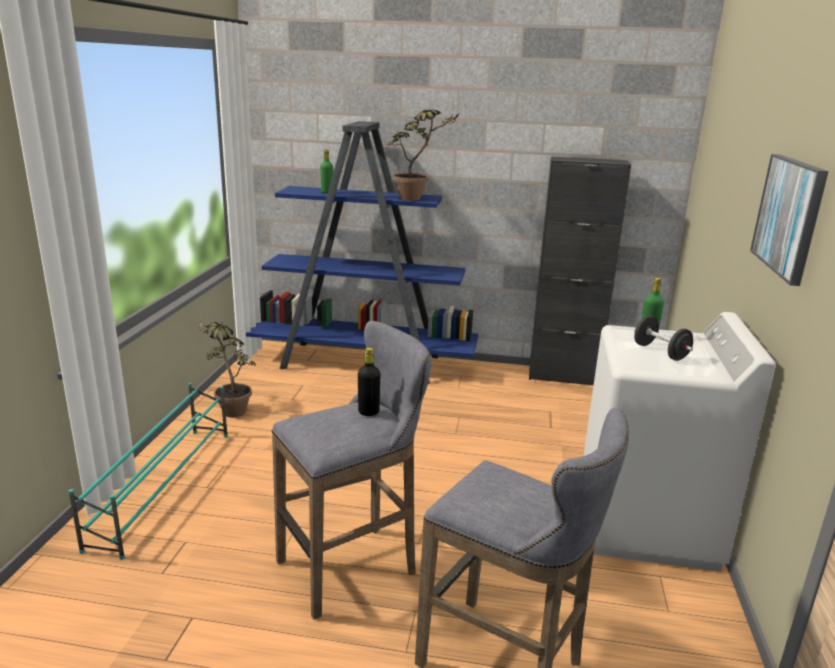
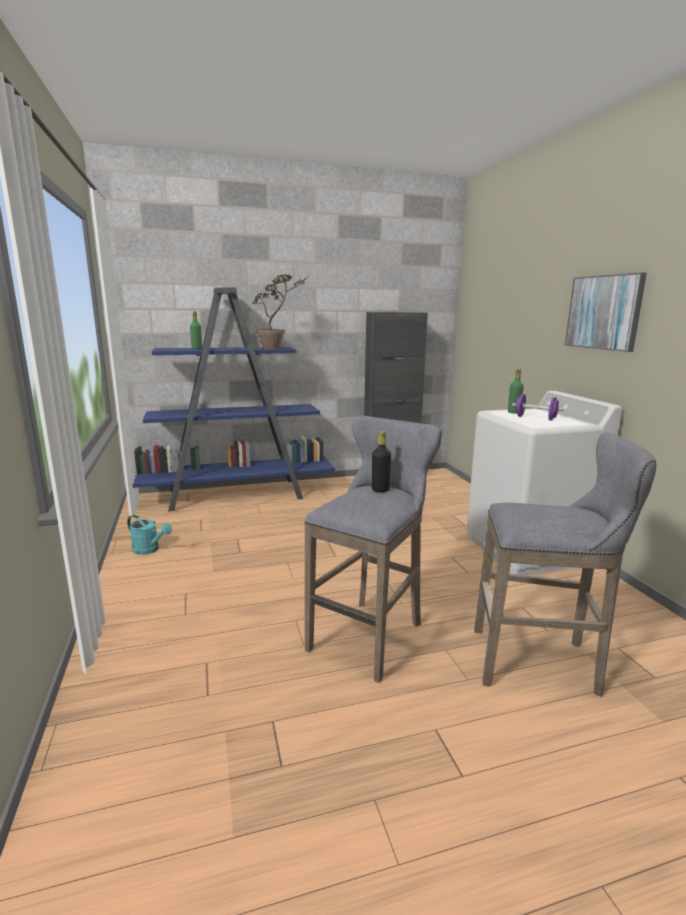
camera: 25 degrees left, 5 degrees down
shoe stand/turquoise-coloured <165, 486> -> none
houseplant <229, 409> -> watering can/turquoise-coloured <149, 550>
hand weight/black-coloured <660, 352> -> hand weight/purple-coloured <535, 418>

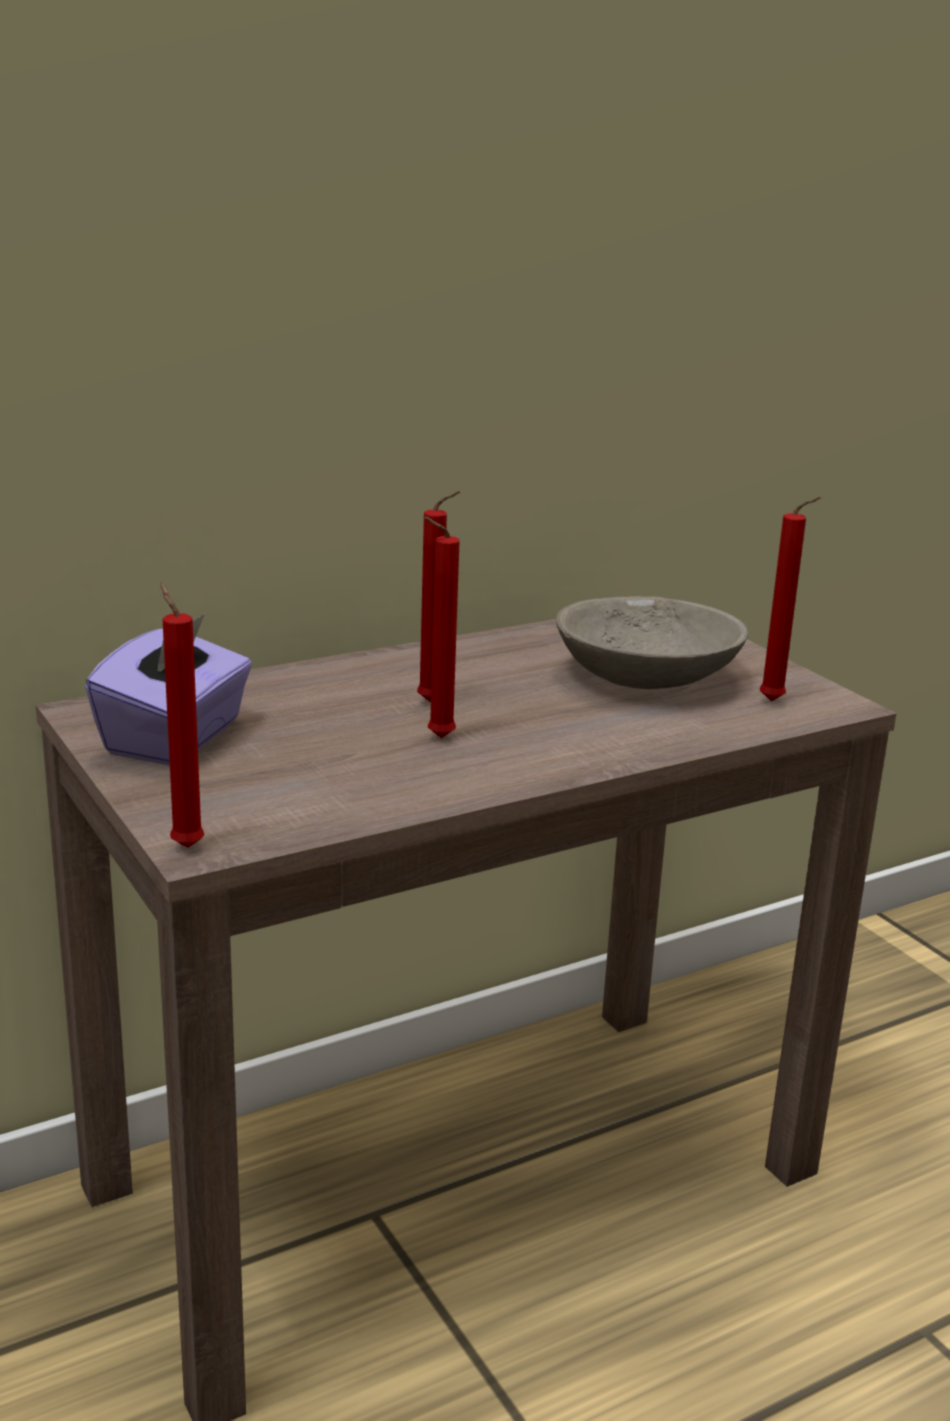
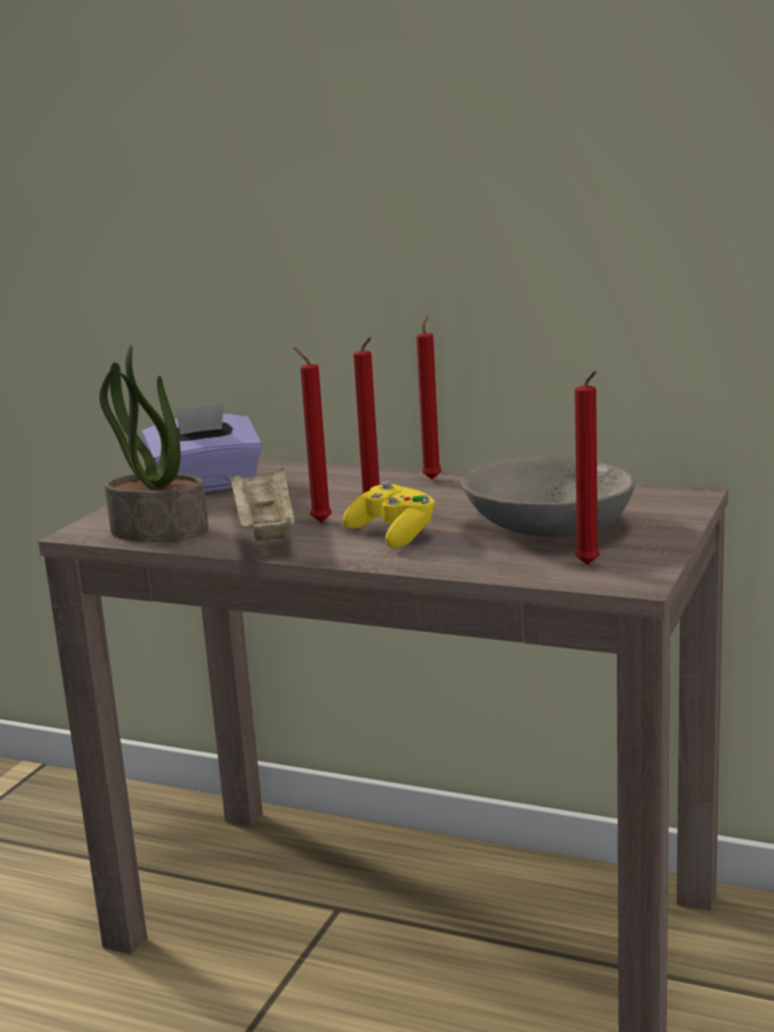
camera: 55 degrees right, 5 degrees down
candle/reddish <185, 845> -> candle/reddish <433, 478>, move
none -> houseplant <157, 531>
none -> tray/beige-coloured <264, 529>
none -> gamepad/yellow <394, 535>

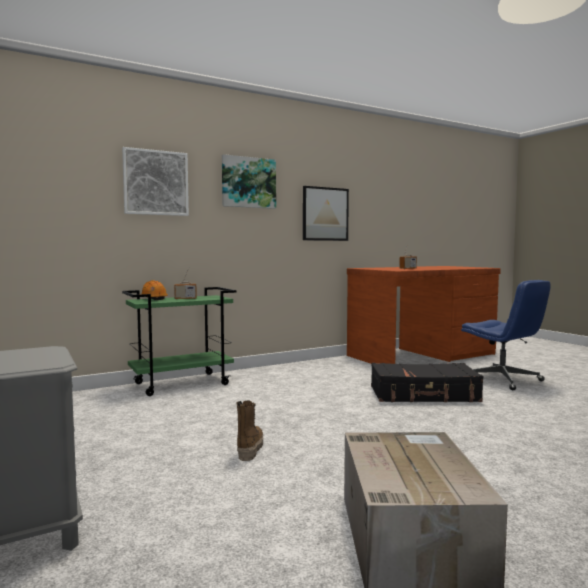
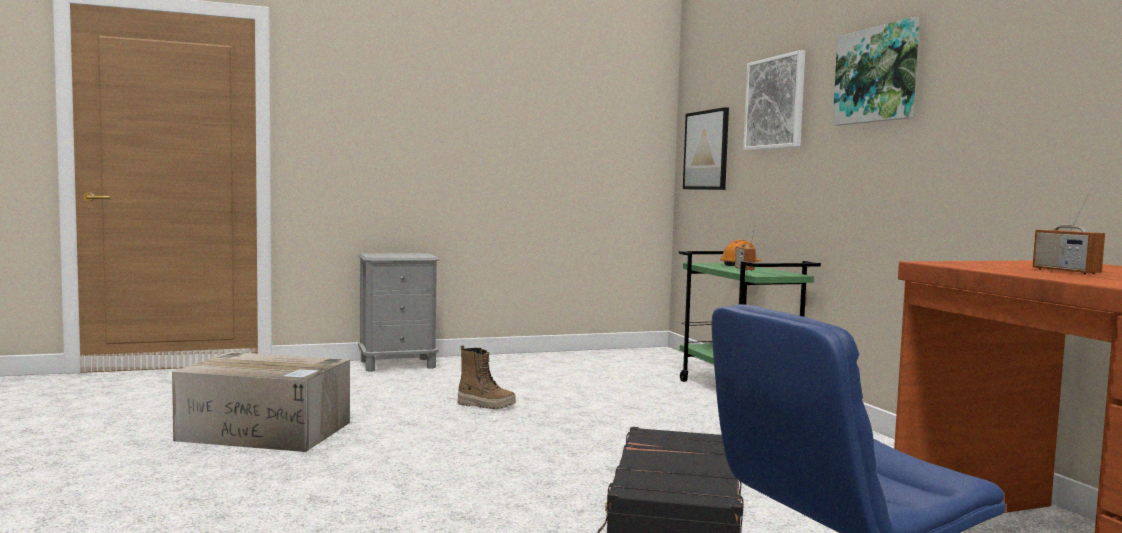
camera: 100 degrees right, 0 degrees up
wall picture <325, 214> -> wall picture <706, 150>, move

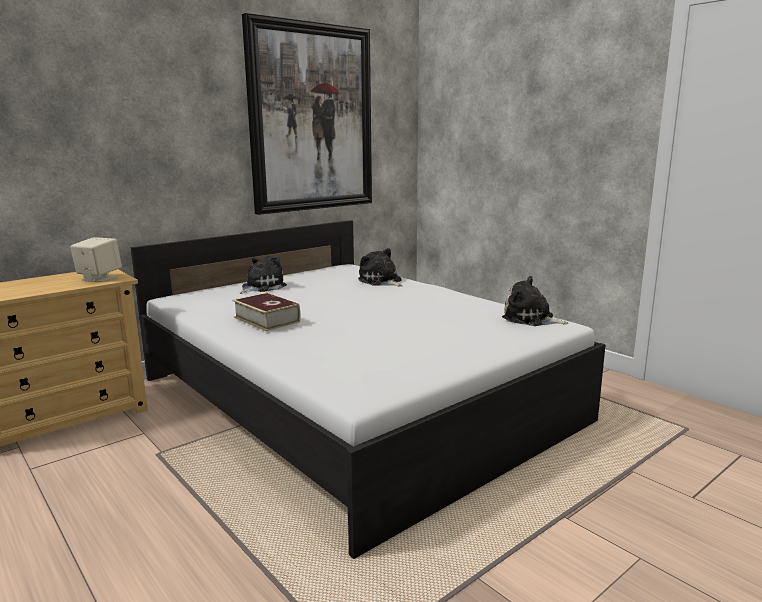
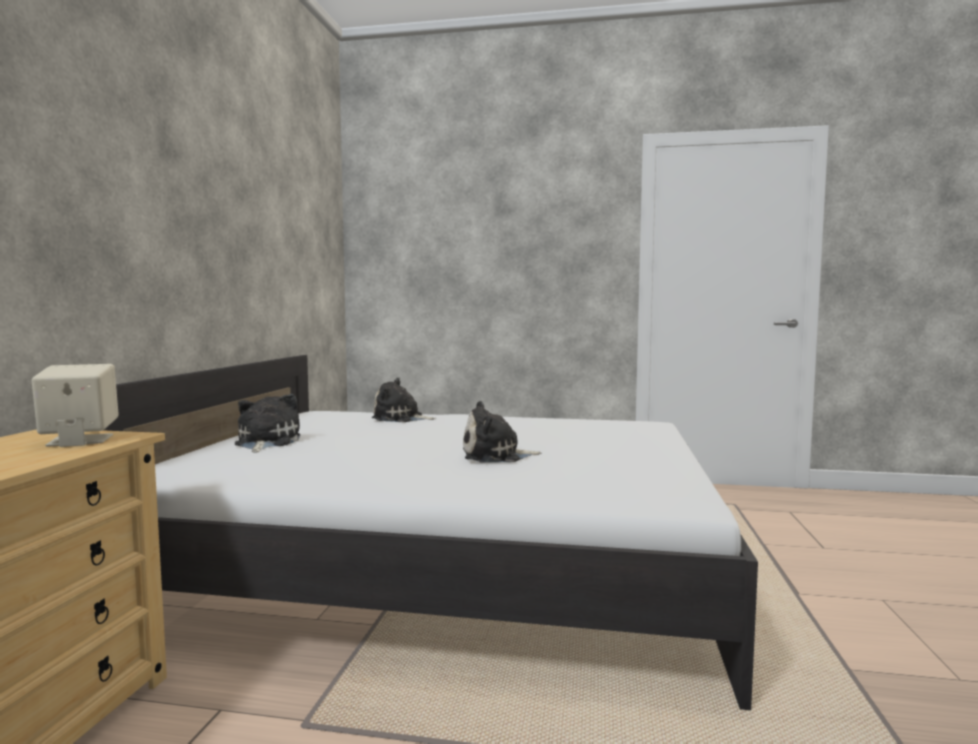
camera: 40 degrees left, 10 degrees down
volume <266, 319> -> none
wall picture <312, 119> -> none
plush toy <531, 319> -> plush toy <495, 456>, move

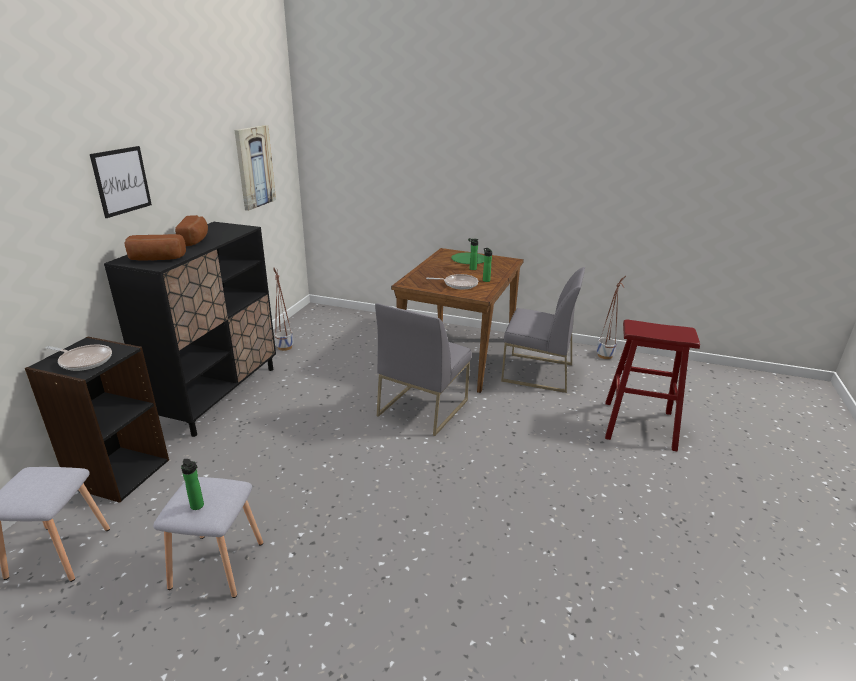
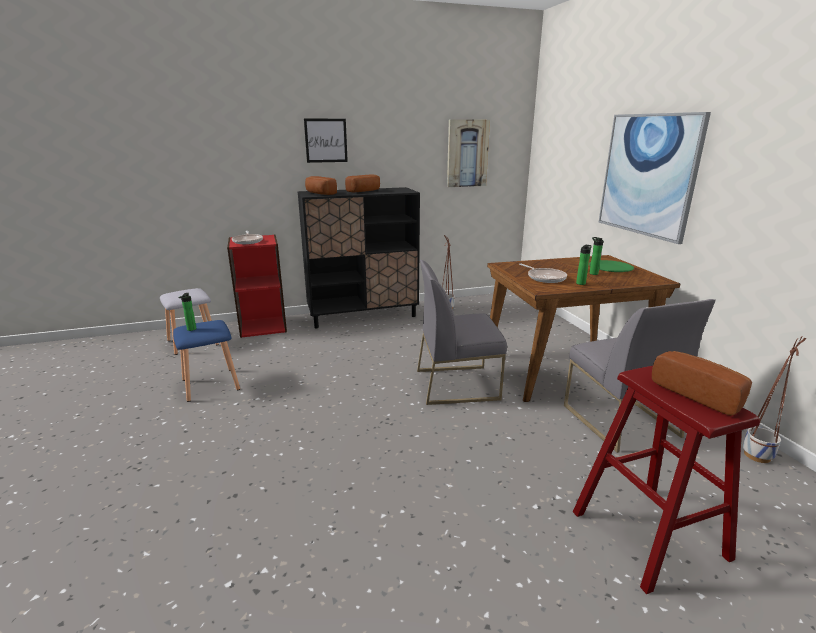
camera: 55 degrees right, 5 degrees down
shelving unit/black-coloured <119, 473> -> shelving unit/reddish <263, 326>
stool/grey <219, 564> -> stool/blue <211, 385>
none -> wall picture <648, 175>
none -> bread <699, 394>

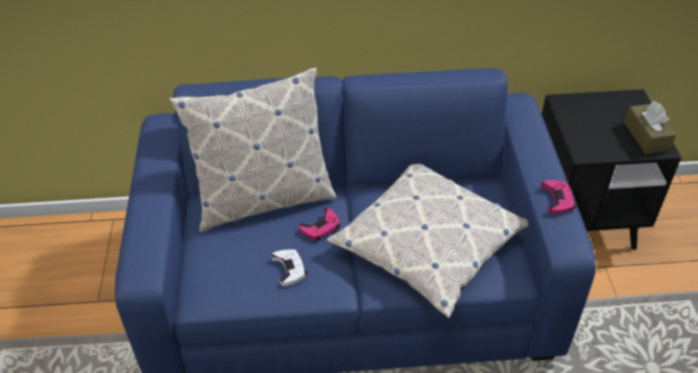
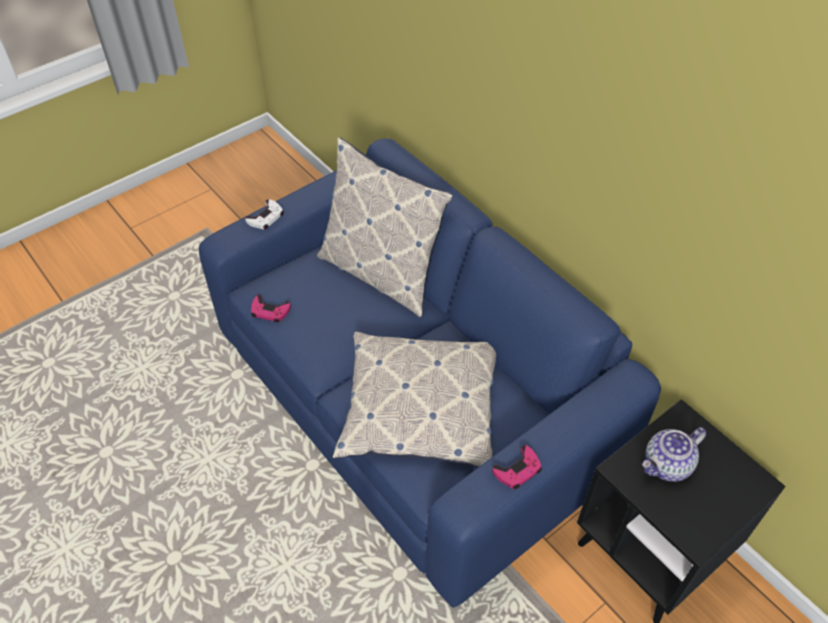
camera: 55 degrees right, 5 degrees up
gamepad/white-coloured <289, 269> -> gamepad/white-coloured <266, 218>, move
gamepad/pinkish <321, 227> -> gamepad/pinkish <270, 311>, move
tissue box/brownish <646, 136> -> none
none -> teapot <667, 465>

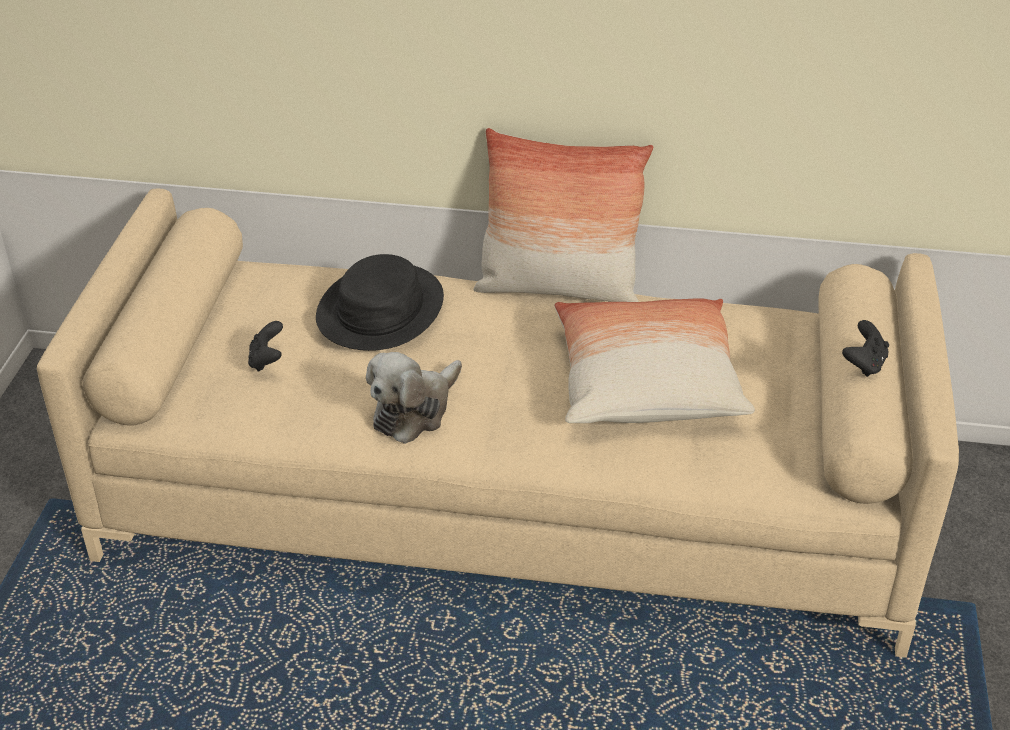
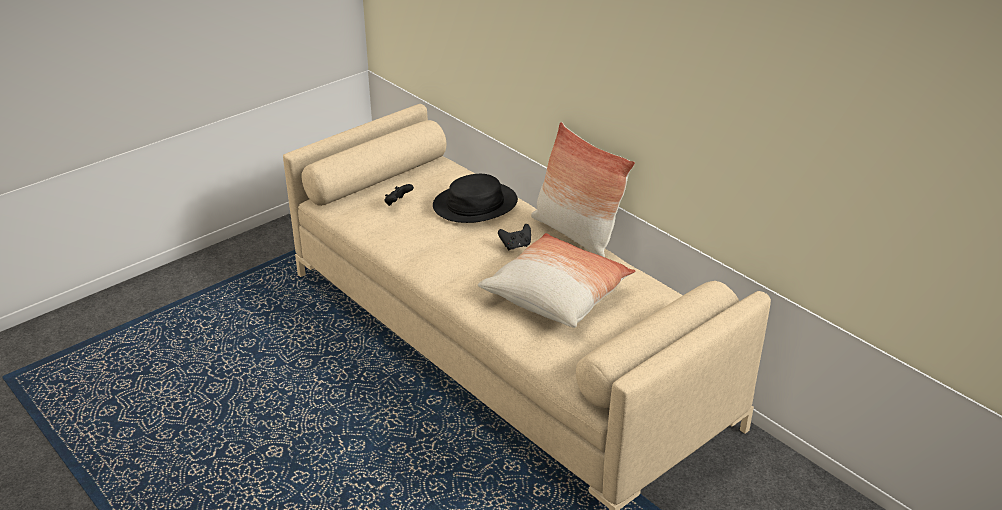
camera: 40 degrees right, 5 degrees down
plush toy <414, 410> -> none
gamepad/black-coloured <864, 364> -> gamepad/black-coloured <516, 246>, move

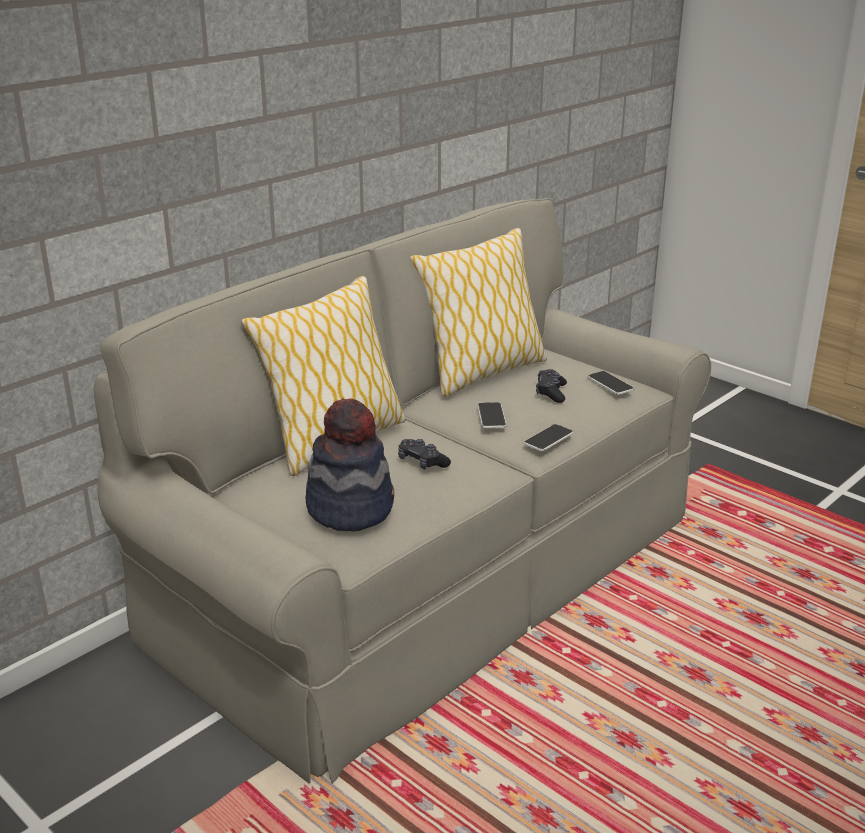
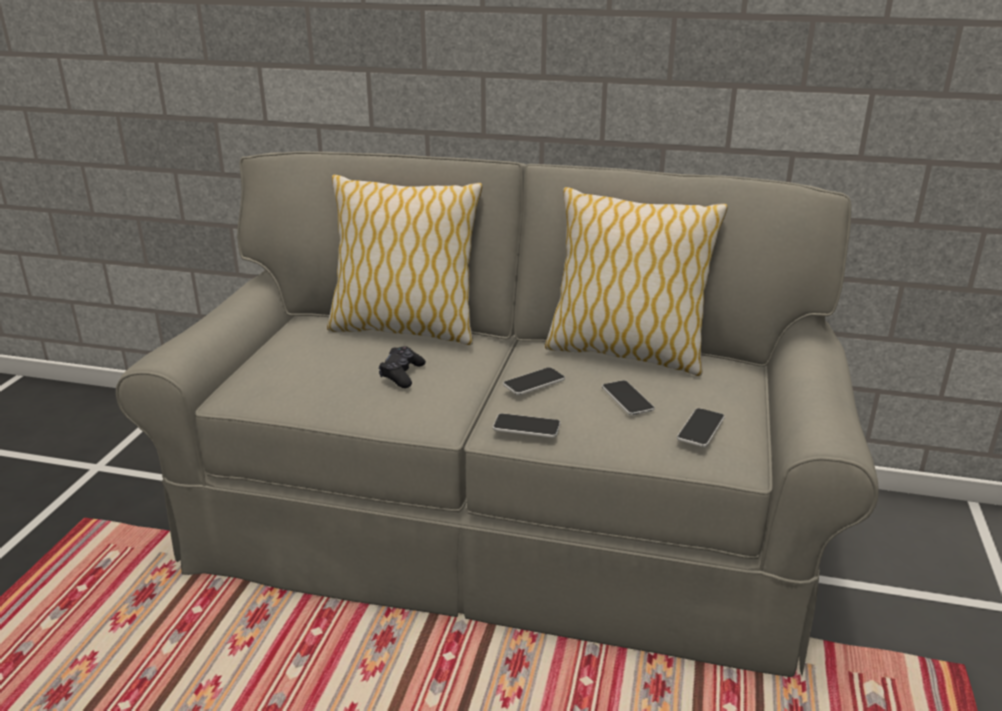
camera: 60 degrees right, 0 degrees up
clothing hat <350, 508> -> none
gamepad/black-coloured <551, 392> -> handset <627, 399>

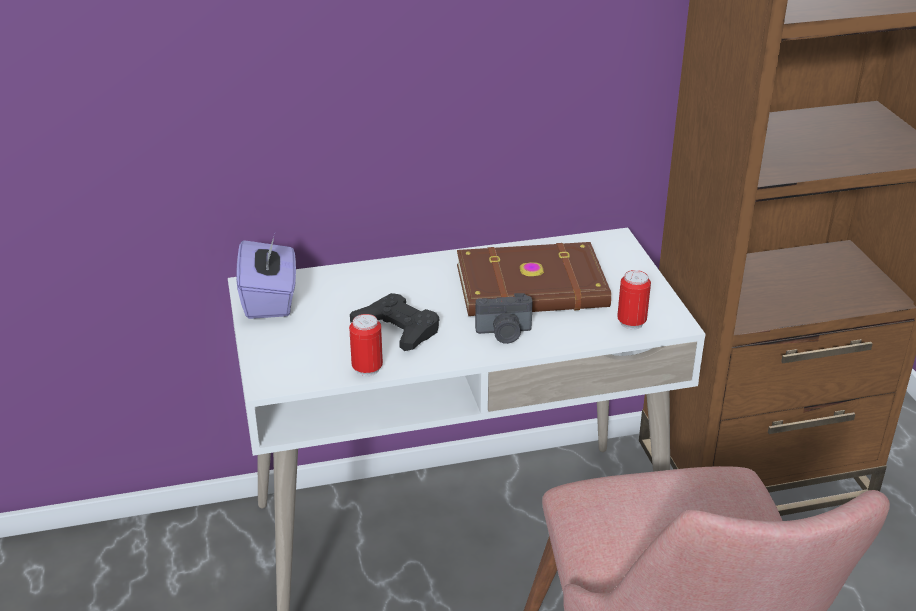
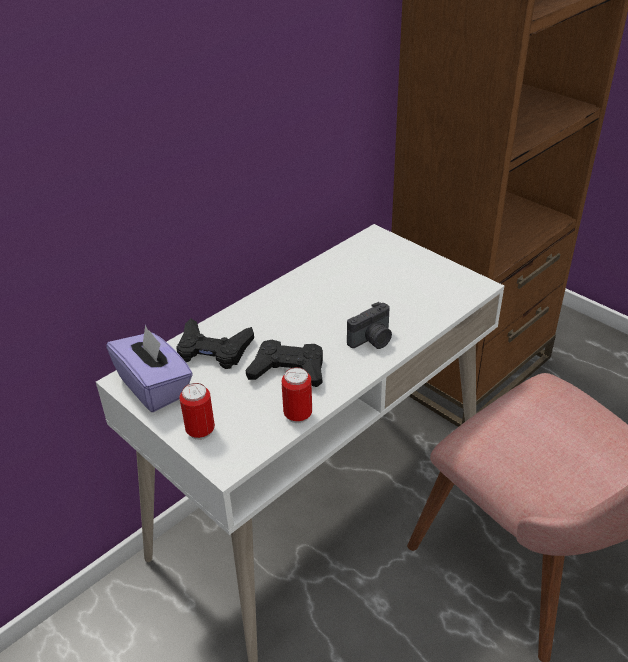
camera: 30 degrees left, 5 degrees up
volume/brownish <532, 288> -> none
sealed can <631, 323> -> sealed can <200, 431>, move
none -> gamepad/black-coloured <213, 350>

